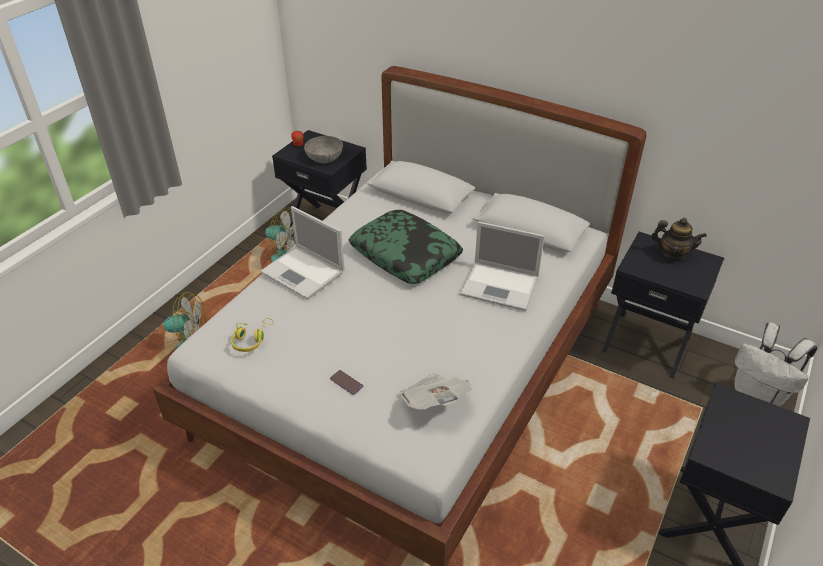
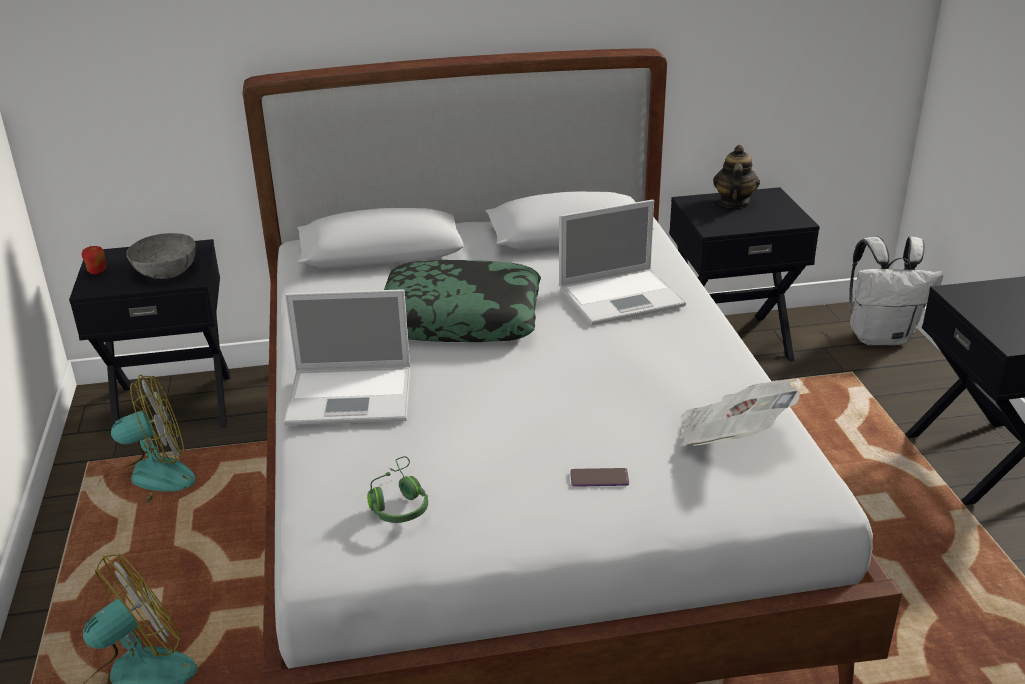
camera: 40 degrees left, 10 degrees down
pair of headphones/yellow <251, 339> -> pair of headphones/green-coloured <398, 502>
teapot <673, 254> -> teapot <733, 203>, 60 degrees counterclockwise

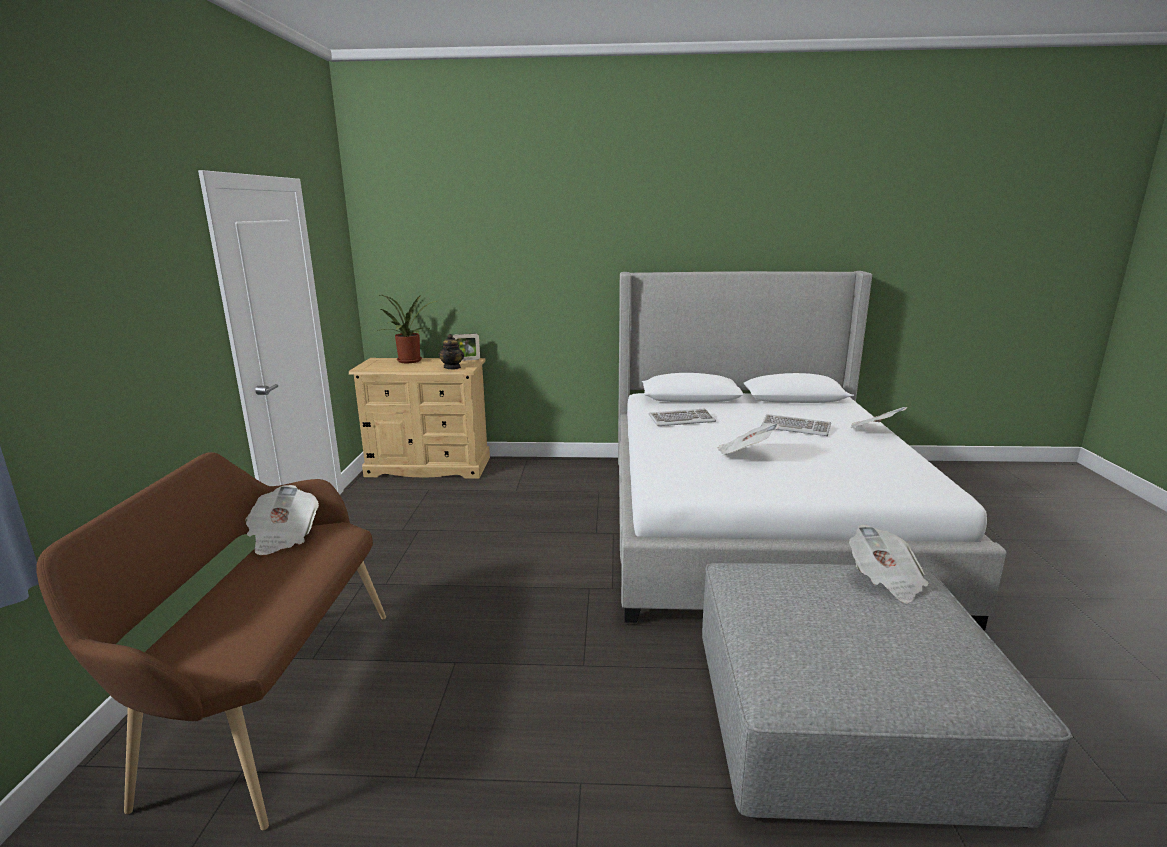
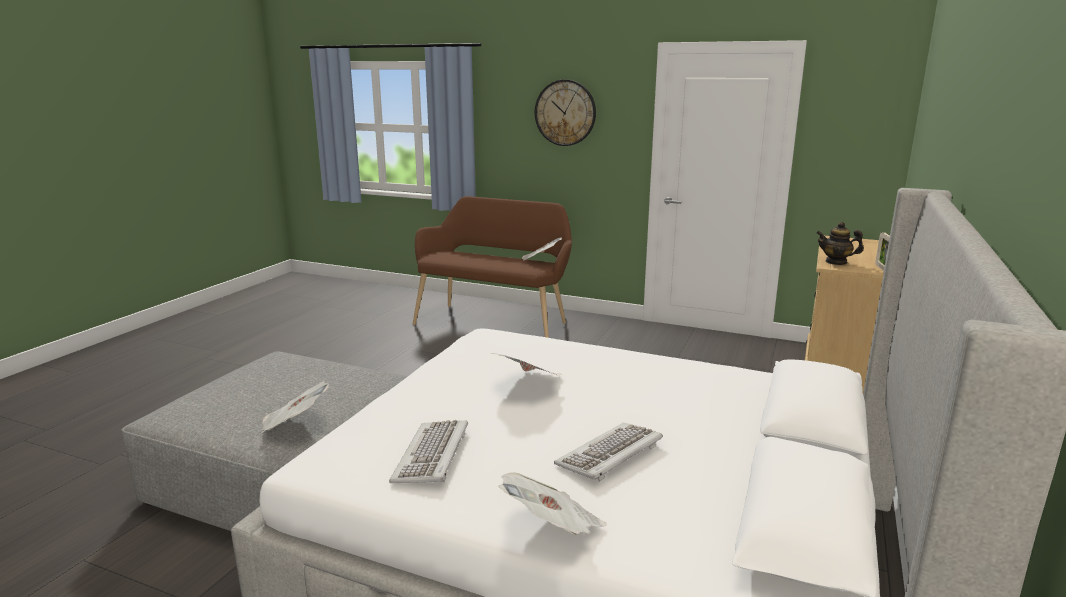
camera: 110 degrees right, 0 degrees up
houseplant <409, 361> -> none
keyboard <681, 420> -> keyboard <432, 455>, move
none -> clock on the wall <565, 113>

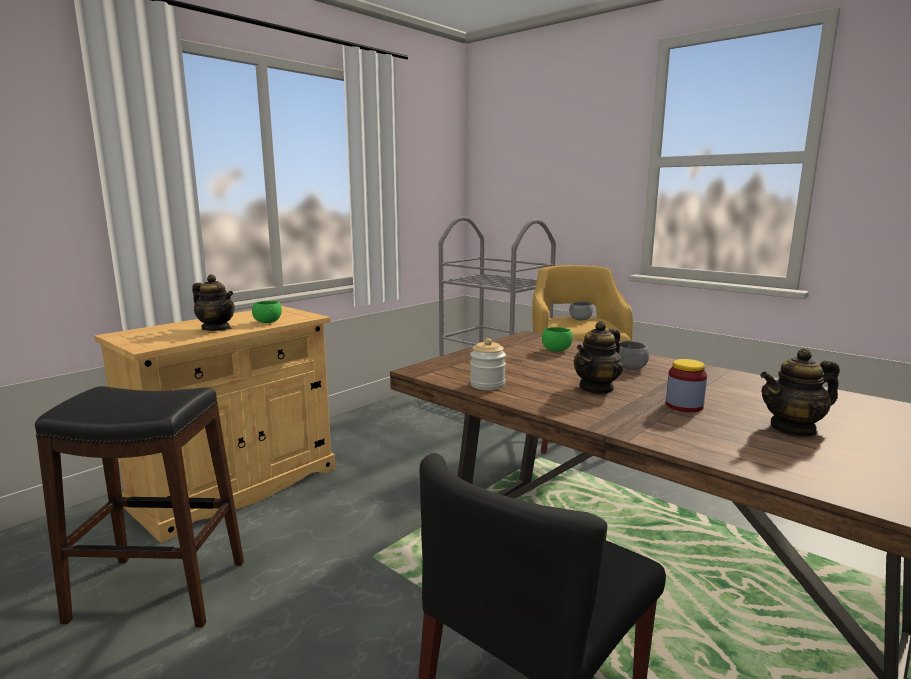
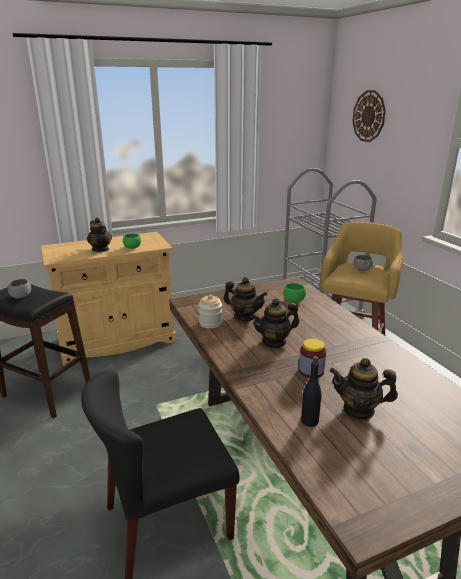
camera: 25 degrees right, 10 degrees up
serving bowl/grey <630, 368> -> serving bowl/grey <21, 296>, move
none -> teapot <244, 317>
none -> bottle/black-coloured <309, 421>
none -> clock on the wall <369, 116>

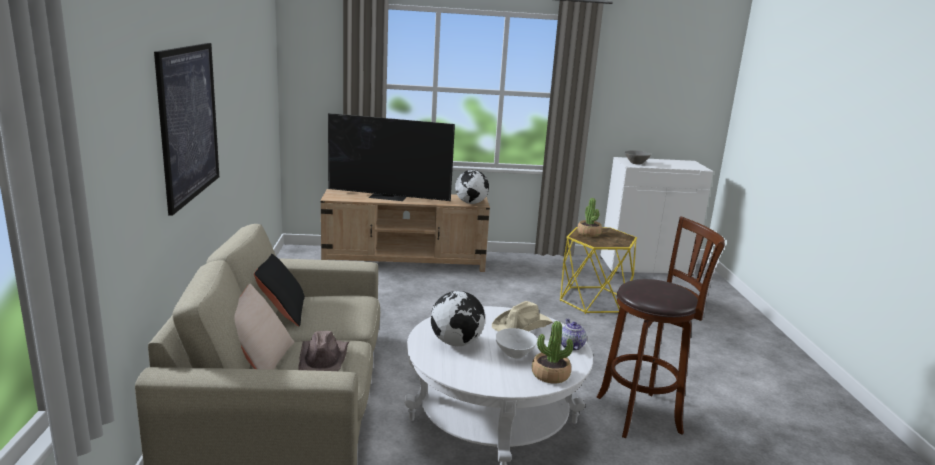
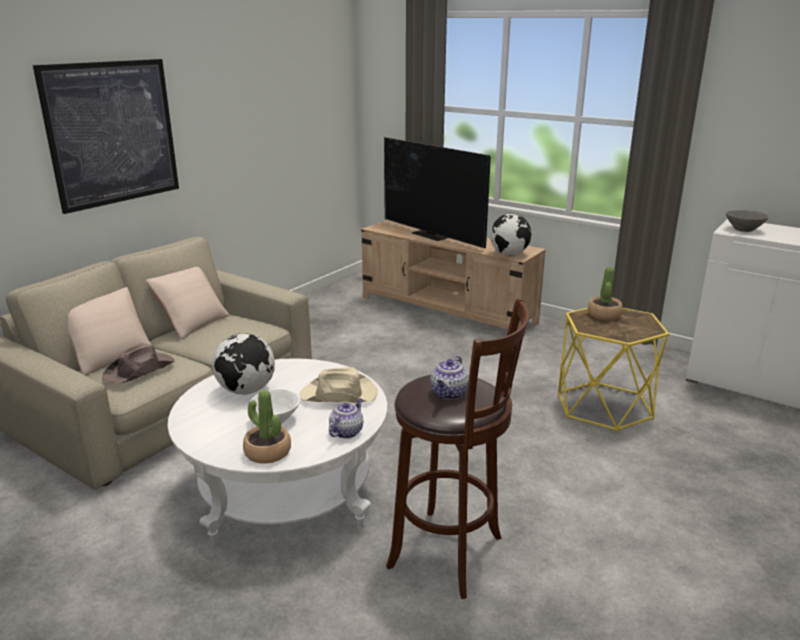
camera: 40 degrees right, 5 degrees up
throw pillow/black-coloured <281, 311> -> throw pillow/beige-coloured <192, 323>
none -> teapot <449, 394>

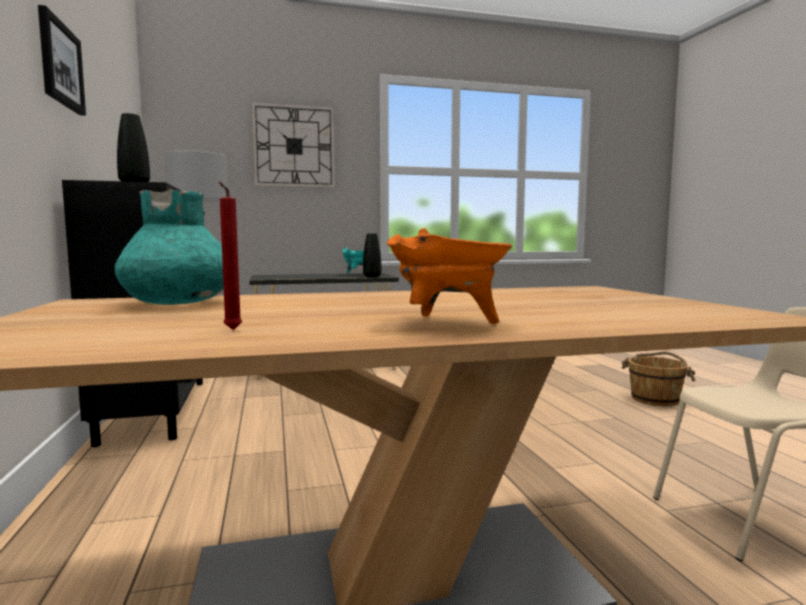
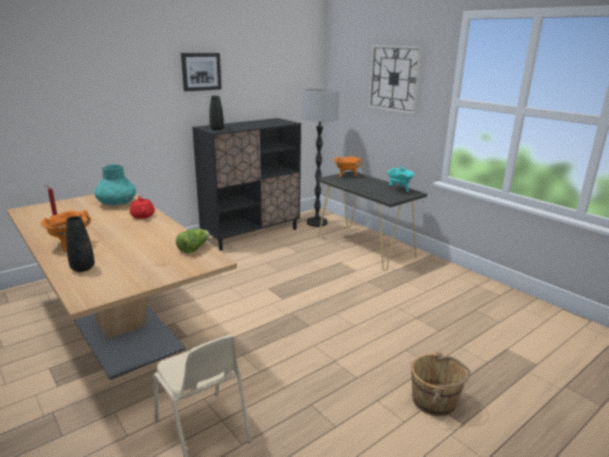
camera: 65 degrees right, 15 degrees up
vase/black-coloured <372, 276> -> vase/black-coloured <83, 268>, move
none -> teapot/reddish <143, 215>
none -> head of lettuce <193, 249>
none -> saucepot/orange-coloured <345, 175>

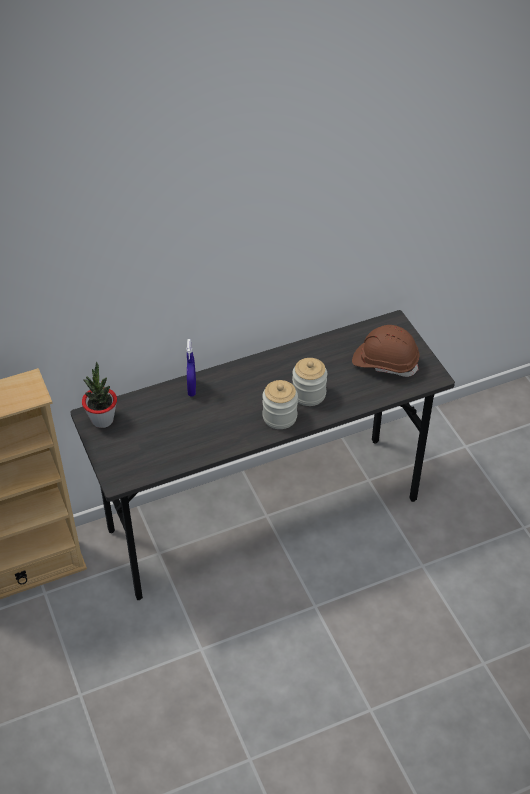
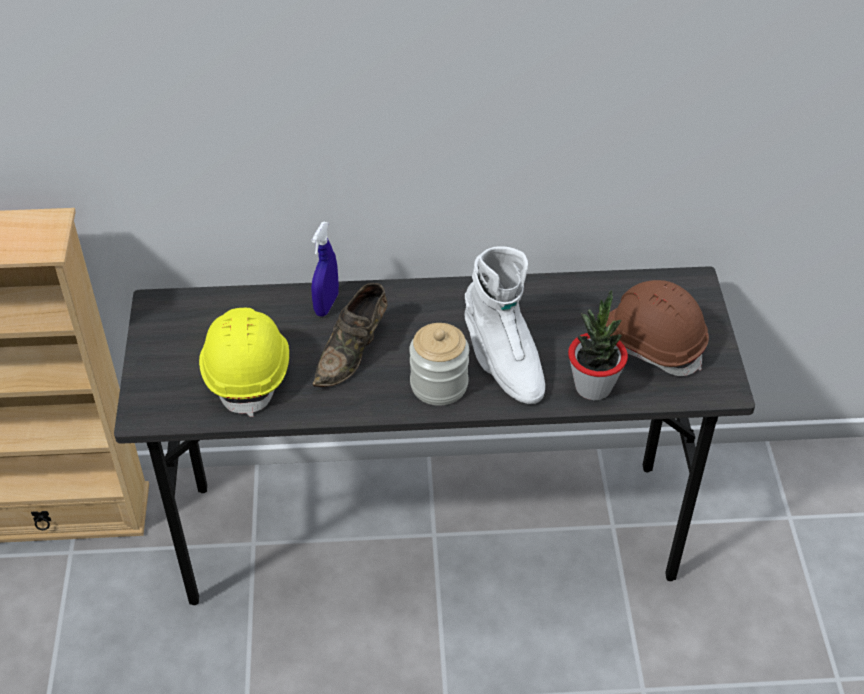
camera: 20 degrees right, 0 degrees up
houseplant <102, 420> -> houseplant <593, 386>, move
jar <309, 394> -> boot/white-coloured <502, 361>
none -> work helmet/yellow <248, 372>
none -> shoe/brownish <353, 352>

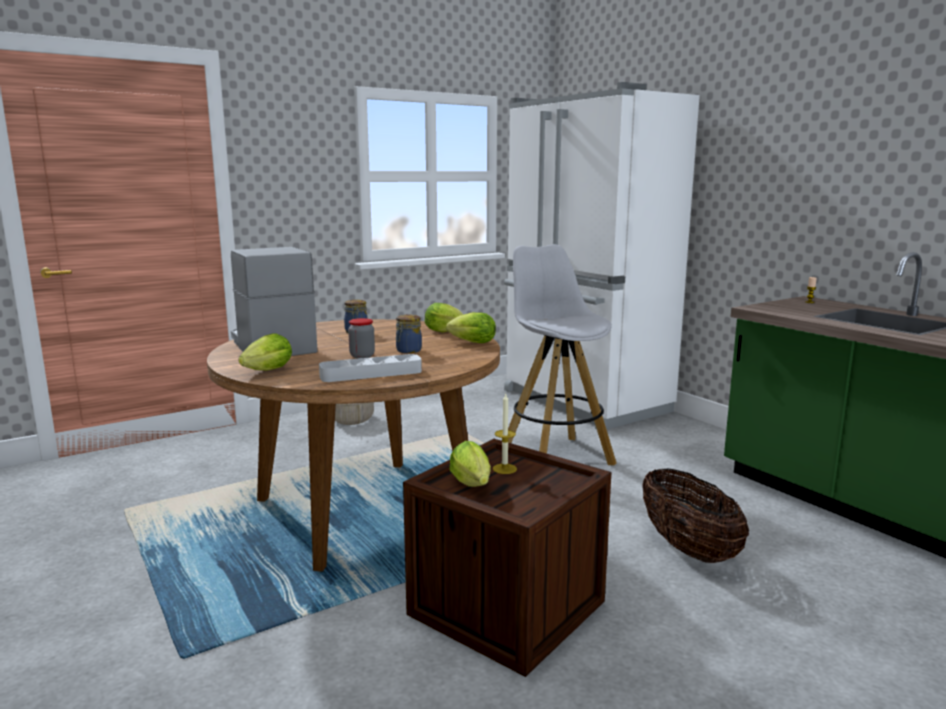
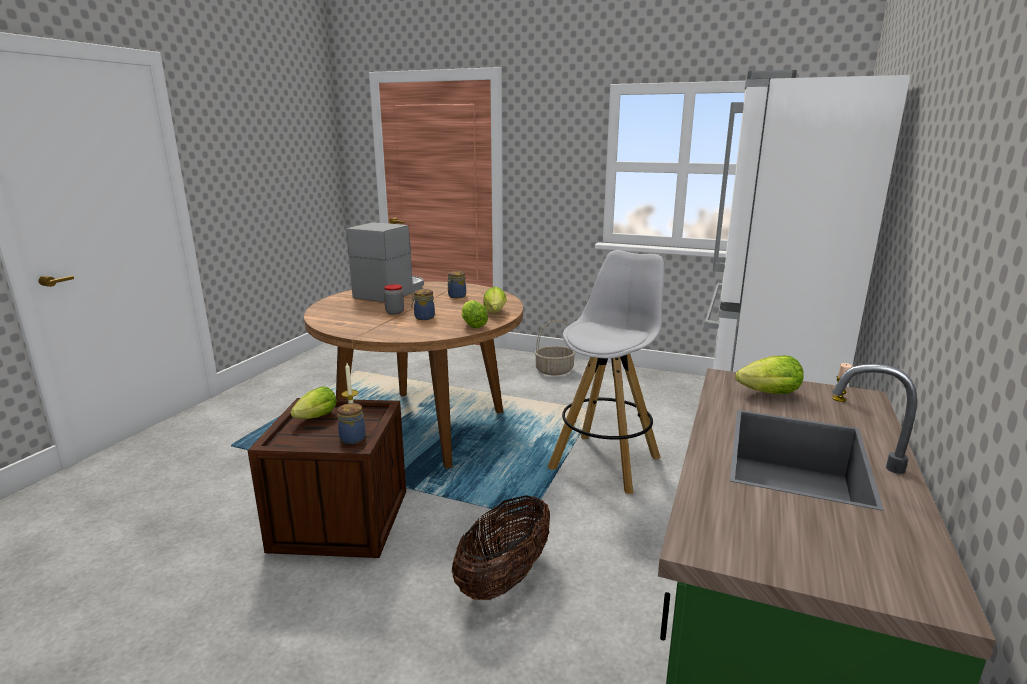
camera: 55 degrees right, 5 degrees up
head of lettuce <265, 371> -> head of lettuce <765, 394>, move
tray/grey <371, 374> -> none
none -> jar <353, 438>

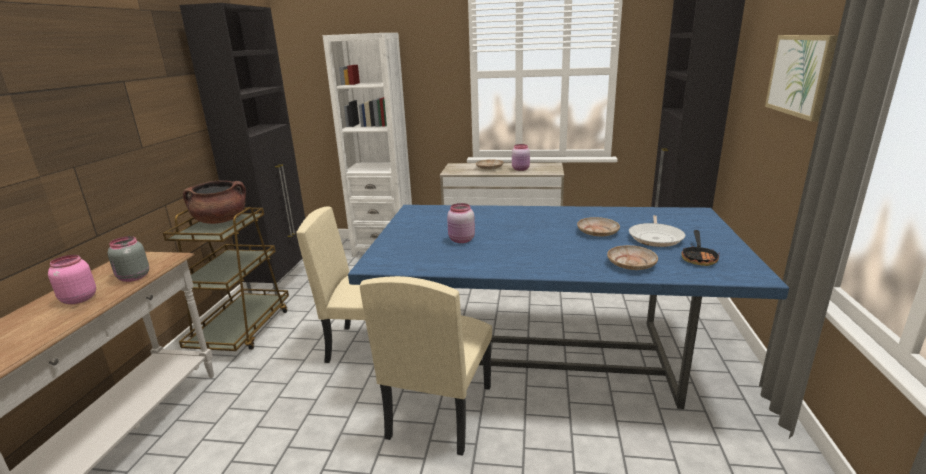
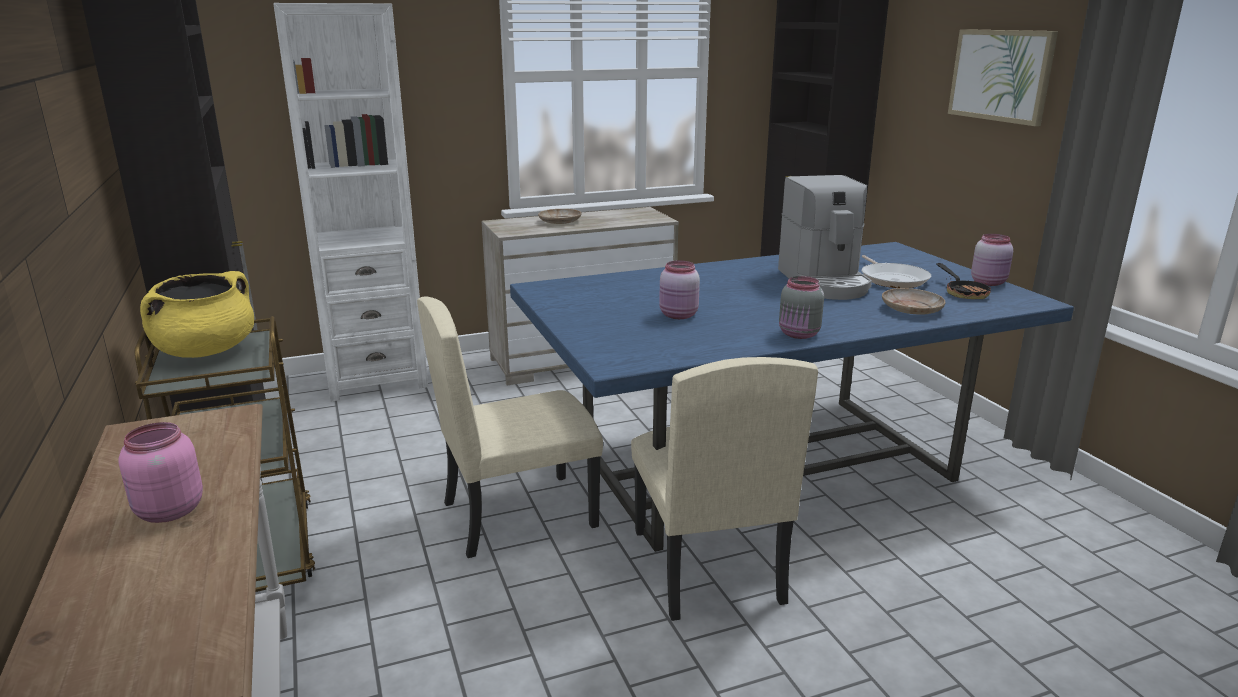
camera: 30 degrees left, 0 degrees up
jar/grey <133, 278> -> jar/grey <799, 334>, move
saucepot/brownish <221, 221> -> saucepot/yellow <206, 351>
jar/pinkish <521, 169> -> jar/pinkish <989, 282>, move
plate/beige-coloured <597, 232> -> coffee machine <824, 282>

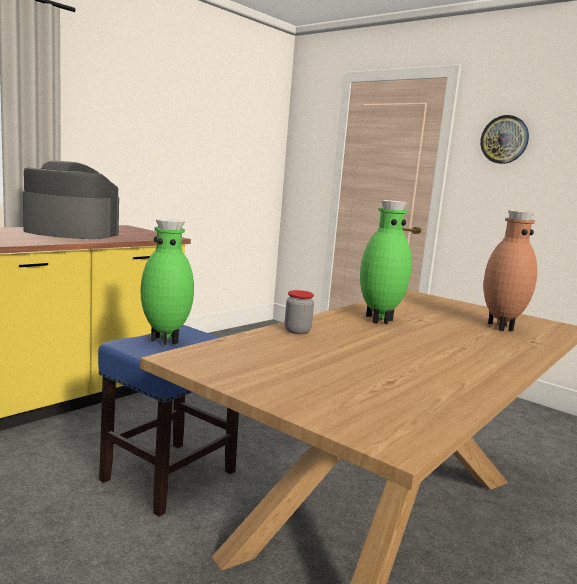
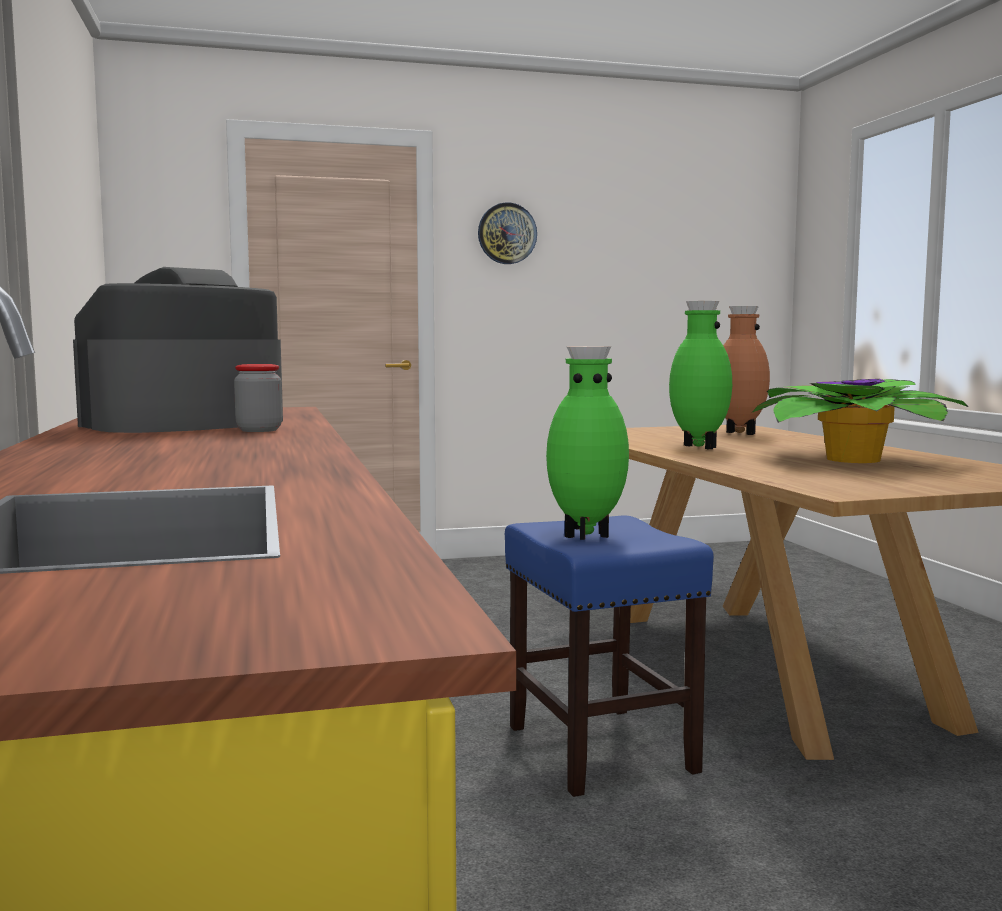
camera: 55 degrees left, 5 degrees down
jar <297, 331> -> jar <259, 430>, move
none -> houseplant <847, 459>

